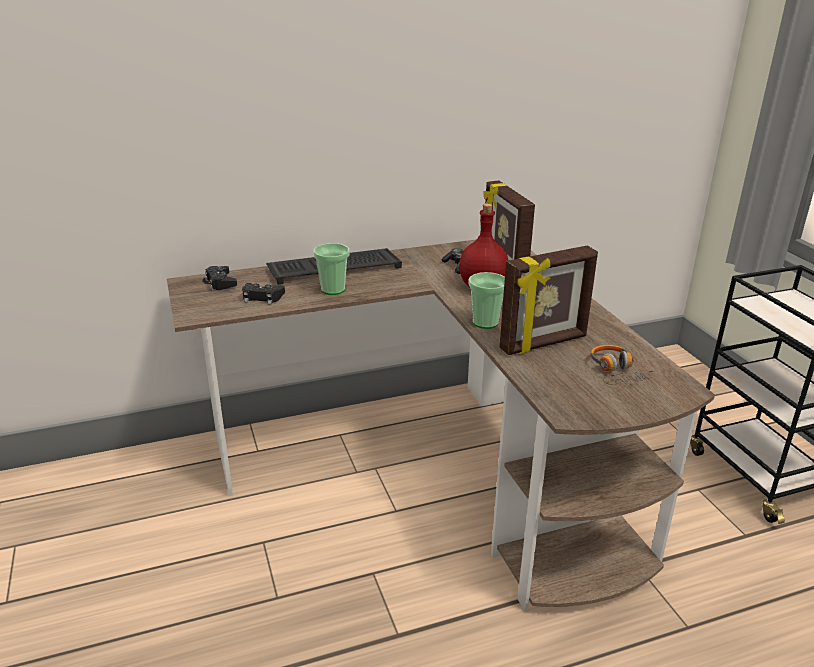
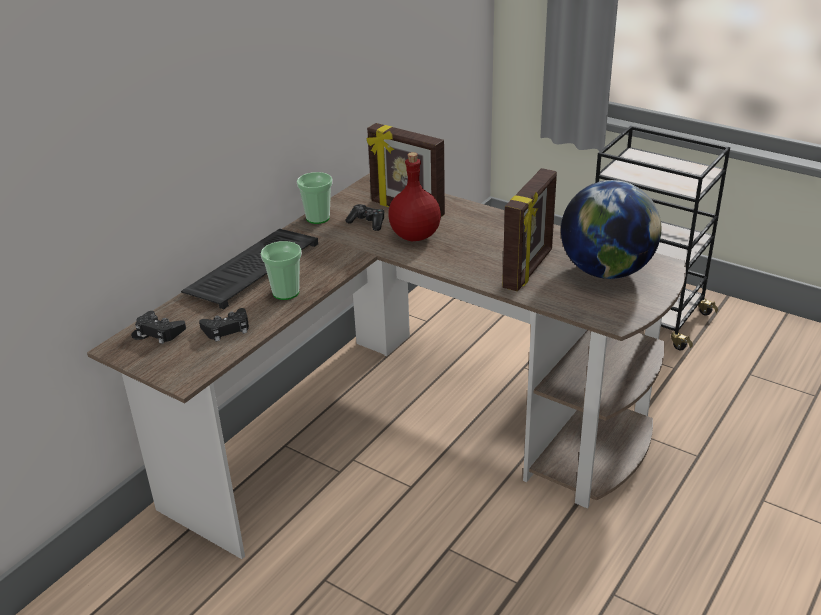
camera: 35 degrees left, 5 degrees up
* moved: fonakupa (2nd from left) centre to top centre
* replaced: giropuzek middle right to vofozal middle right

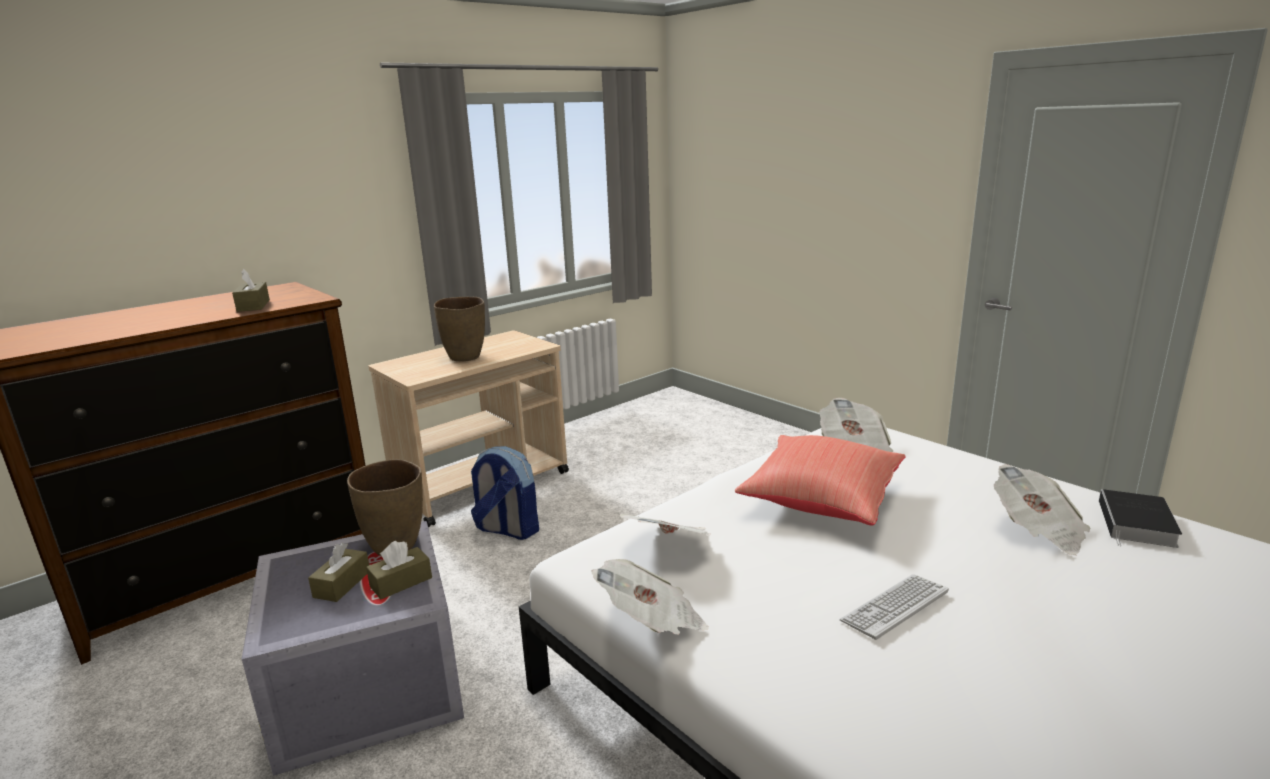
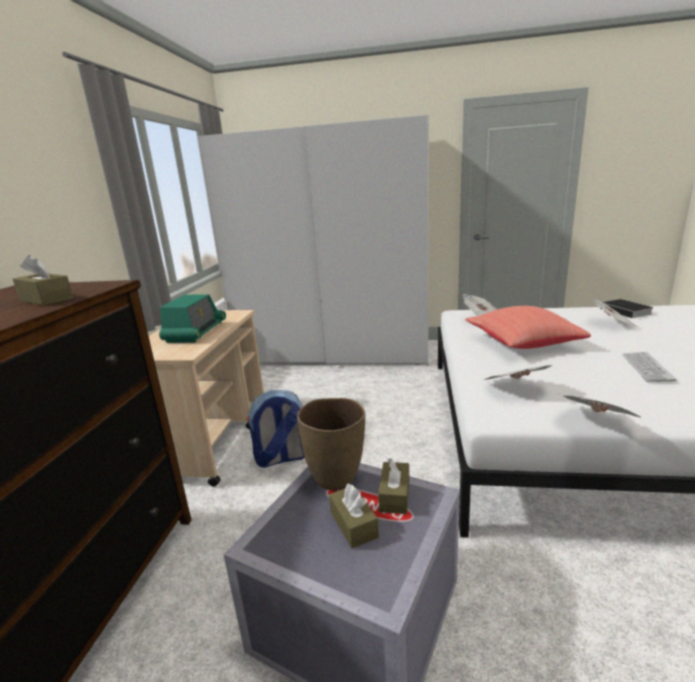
camera: 40 degrees left, 0 degrees up
* replaced: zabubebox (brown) (2nd from left) centre to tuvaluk middle left
* added: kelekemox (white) centre

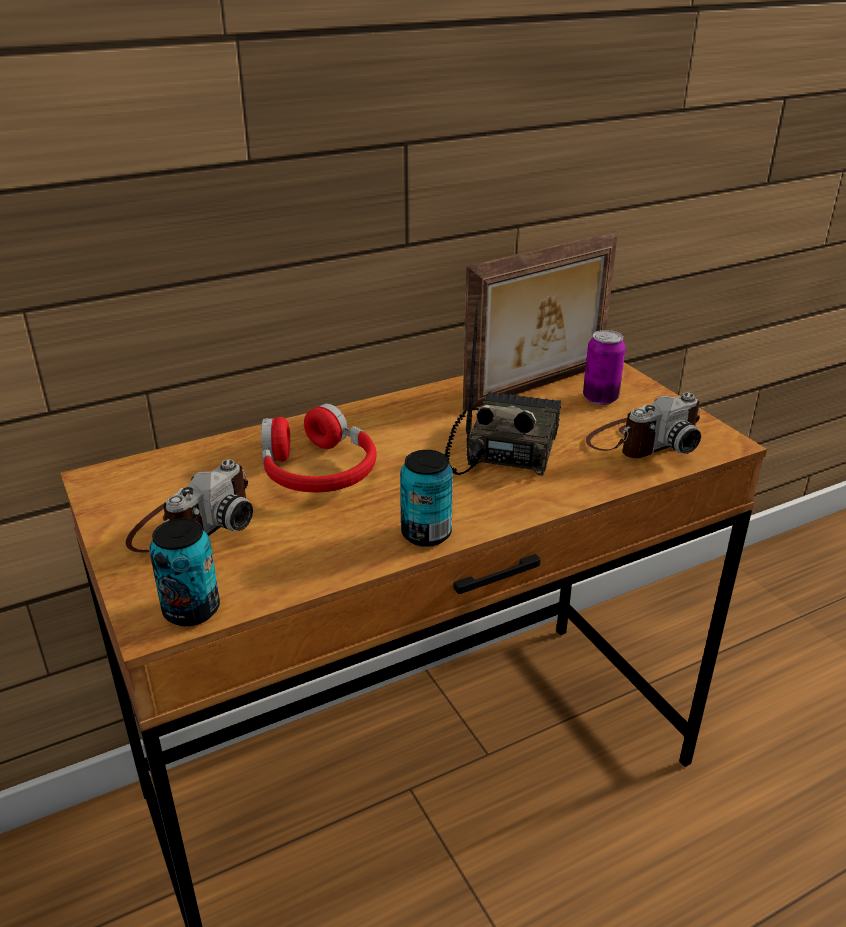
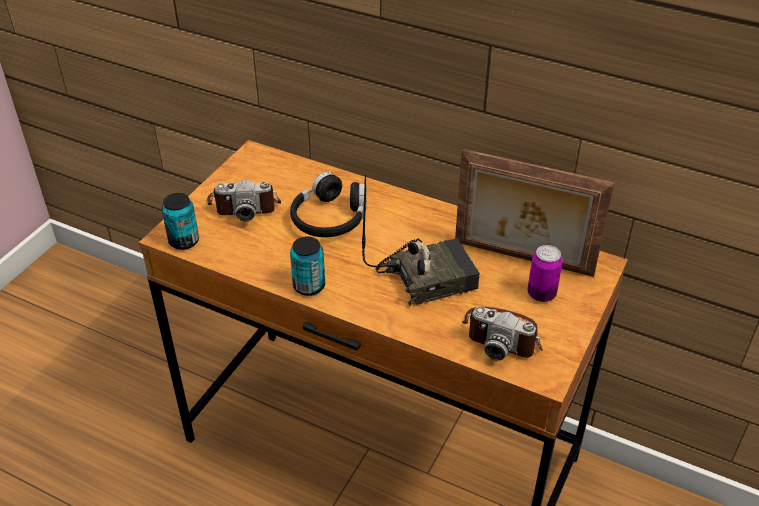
camera: 55 degrees right, 10 degrees up
* recoloured: giropuzek (red) centre to giropuzek (black) centre

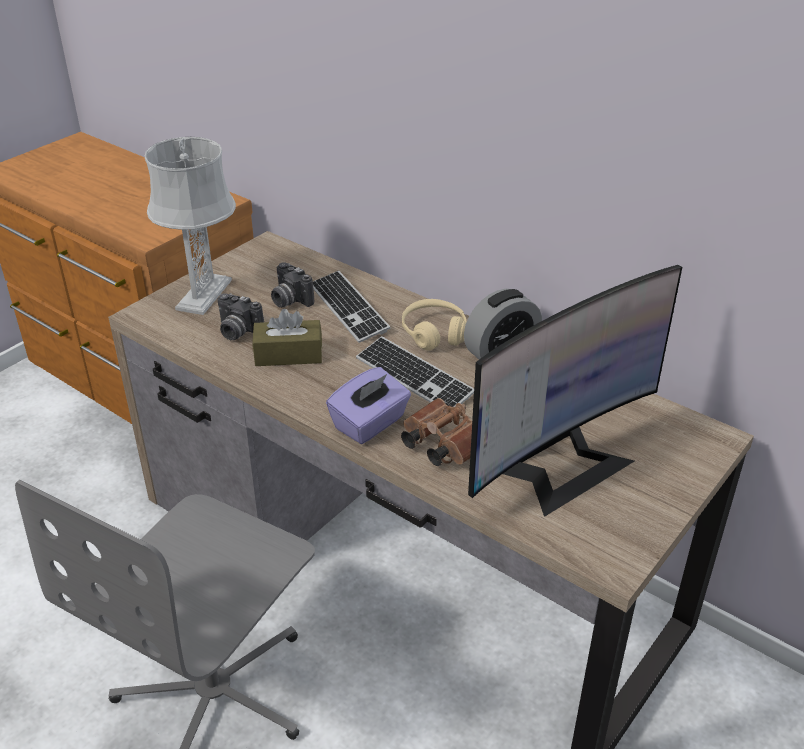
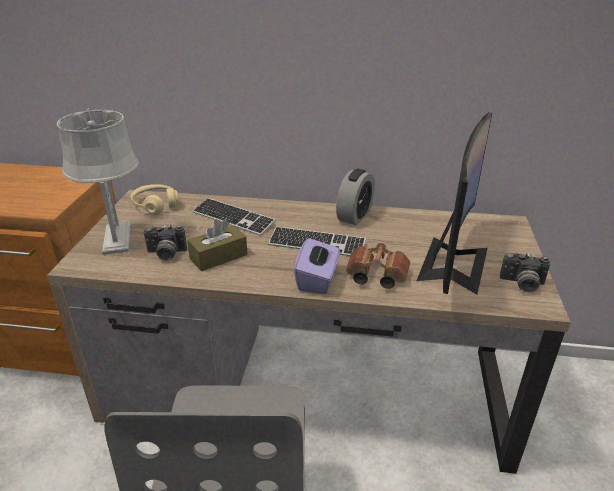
camera: 30 degrees left, 5 degrees down
* moved: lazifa (2nd from left) centre to middle right
* moved: giropuzek (beige) centre to middle left

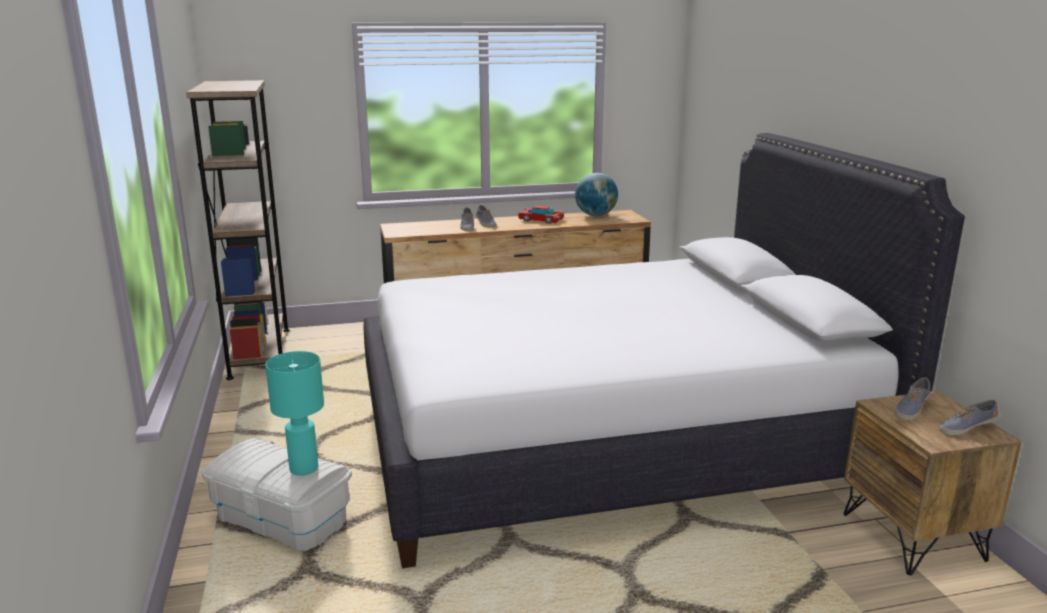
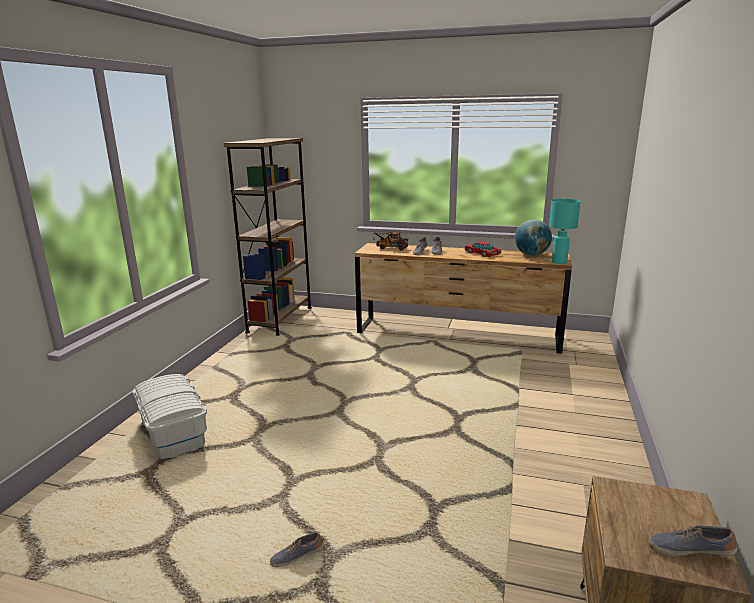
camera: 30 degrees right, 0 degrees up
* moved: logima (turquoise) bottom left to middle right
* removed: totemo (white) centre
* moved: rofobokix (3rd from left in the first image) middle right to rofobokix (1st from left) bottom centre
* added: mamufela centre

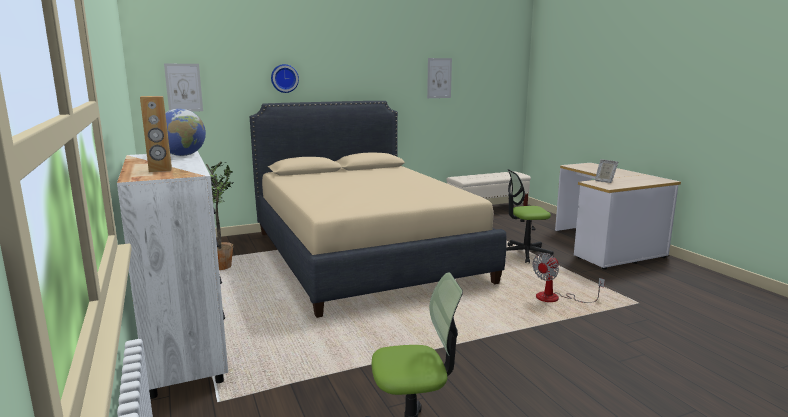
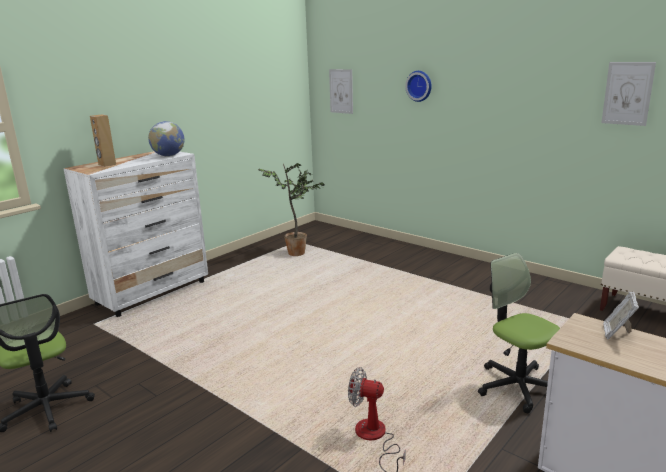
camera: 65 degrees right, 5 degrees up
* removed: totemo (beige) centre

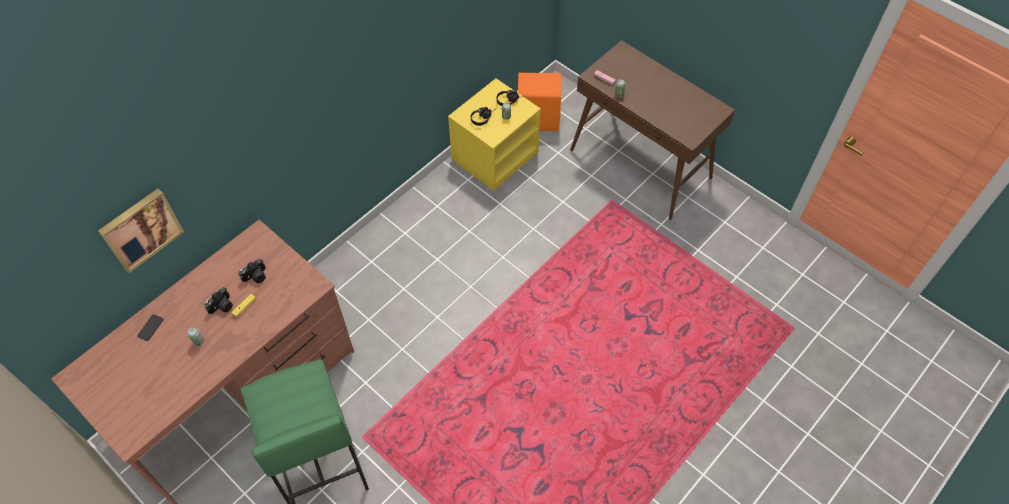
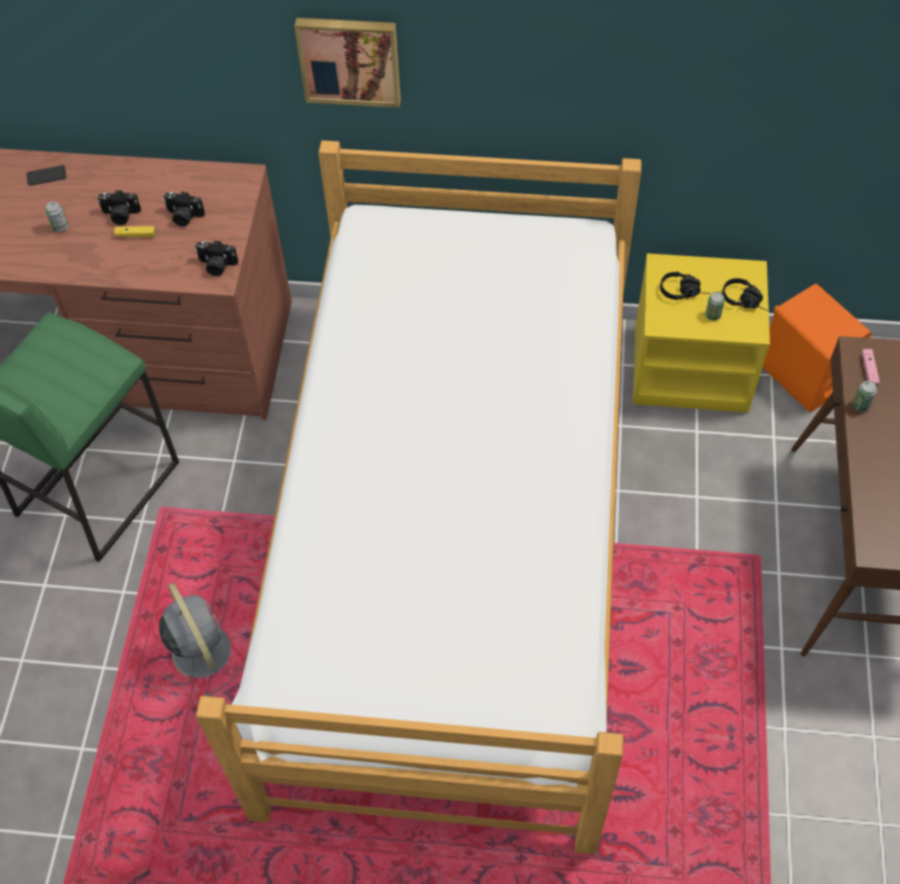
camera: 55 degrees right, 0 degrees up
* moved: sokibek middle left to top centre
* added: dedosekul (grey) bottom left
* added: lazifa (3rd from left) top left
* added: totemo centre

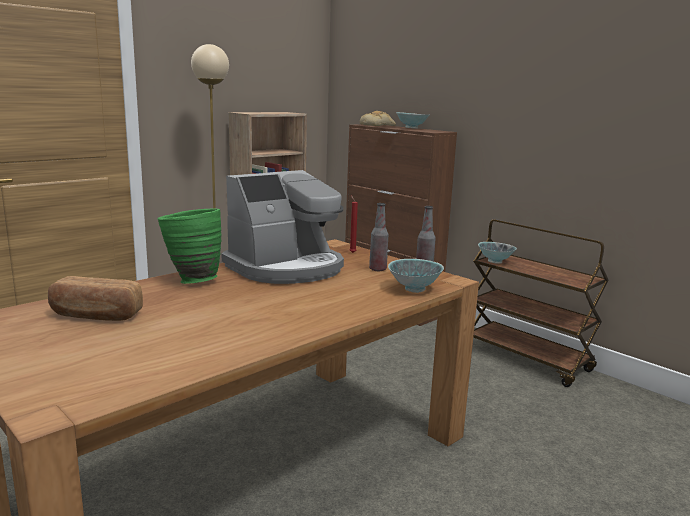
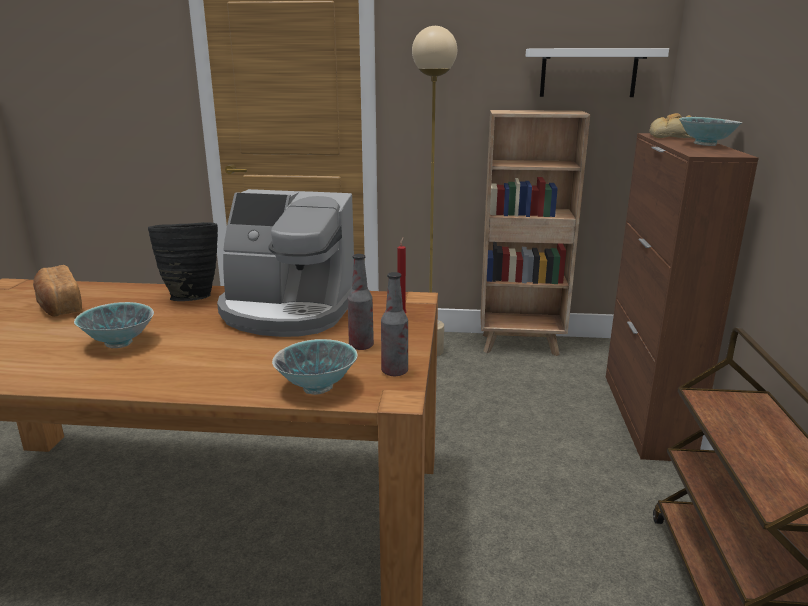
camera: 50 degrees right, 5 degrees up
* recoloured: zabubebox (green) middle left to zabubebox (black) middle left
* moved: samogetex (3rd from left in the first image) middle right to samogetex (1st from left) middle left
* added: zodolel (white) top right

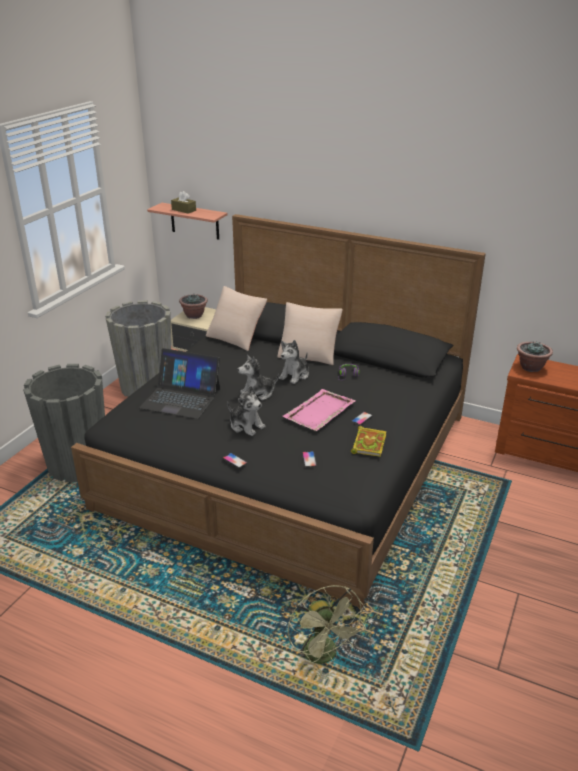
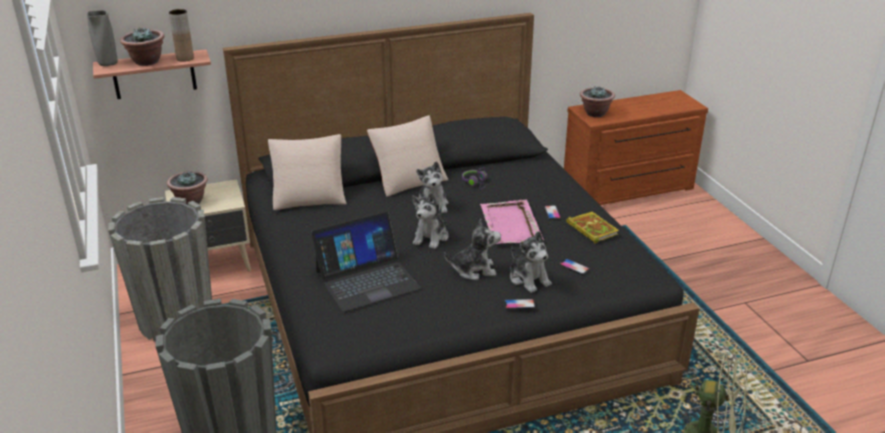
camera: 45 degrees left, 0 degrees up
* replaced: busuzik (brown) top left to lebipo (1st from left) top left
* added: zabubebox (grey) top left
* added: zabubebox (brown) top left
* added: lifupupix (4th from left) centre

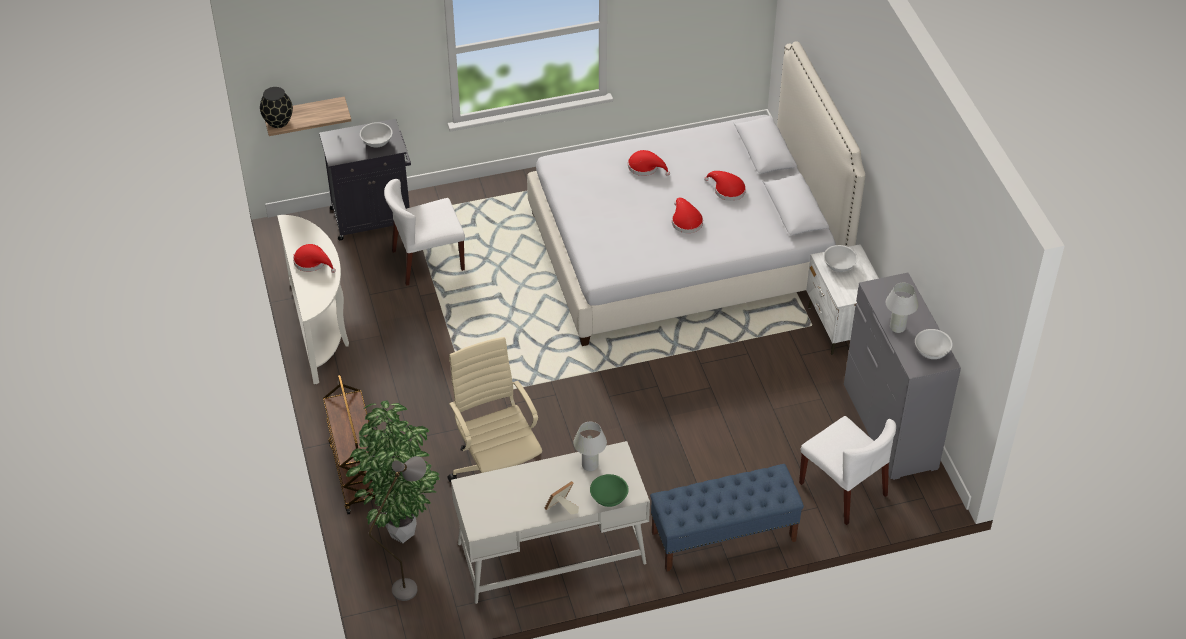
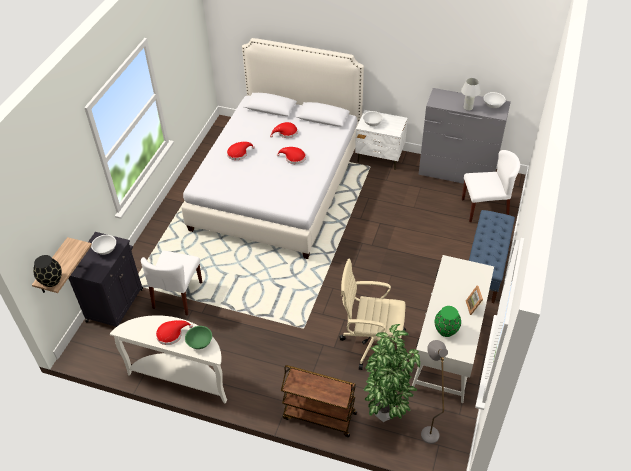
camera: 55 degrees left, 0 degrees up
* removed: logima (white) (1st from left) bottom centre
* moved: samogetex (green) bottom centre to bottom left
* added: zabubebox (green) bottom right

